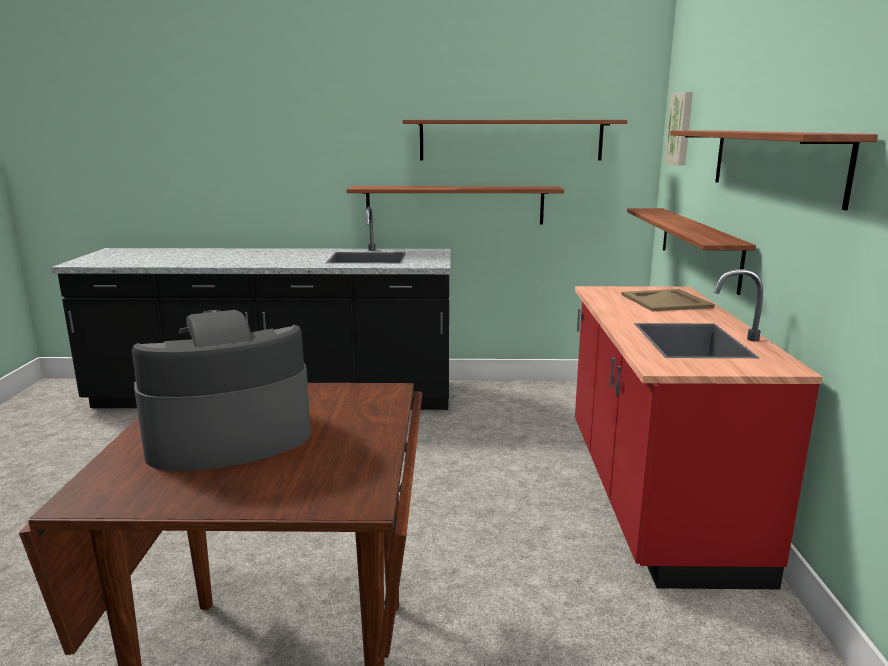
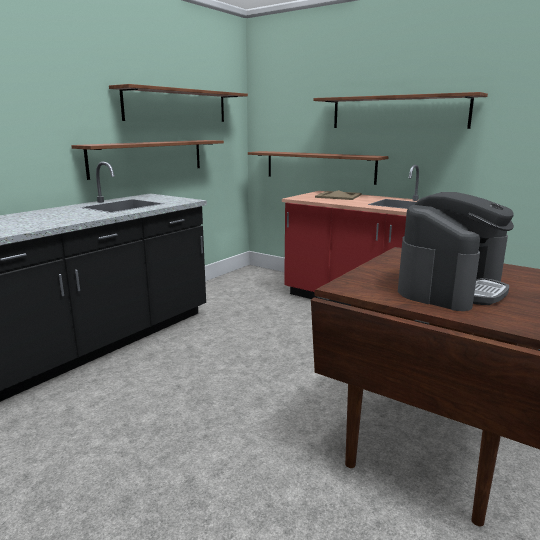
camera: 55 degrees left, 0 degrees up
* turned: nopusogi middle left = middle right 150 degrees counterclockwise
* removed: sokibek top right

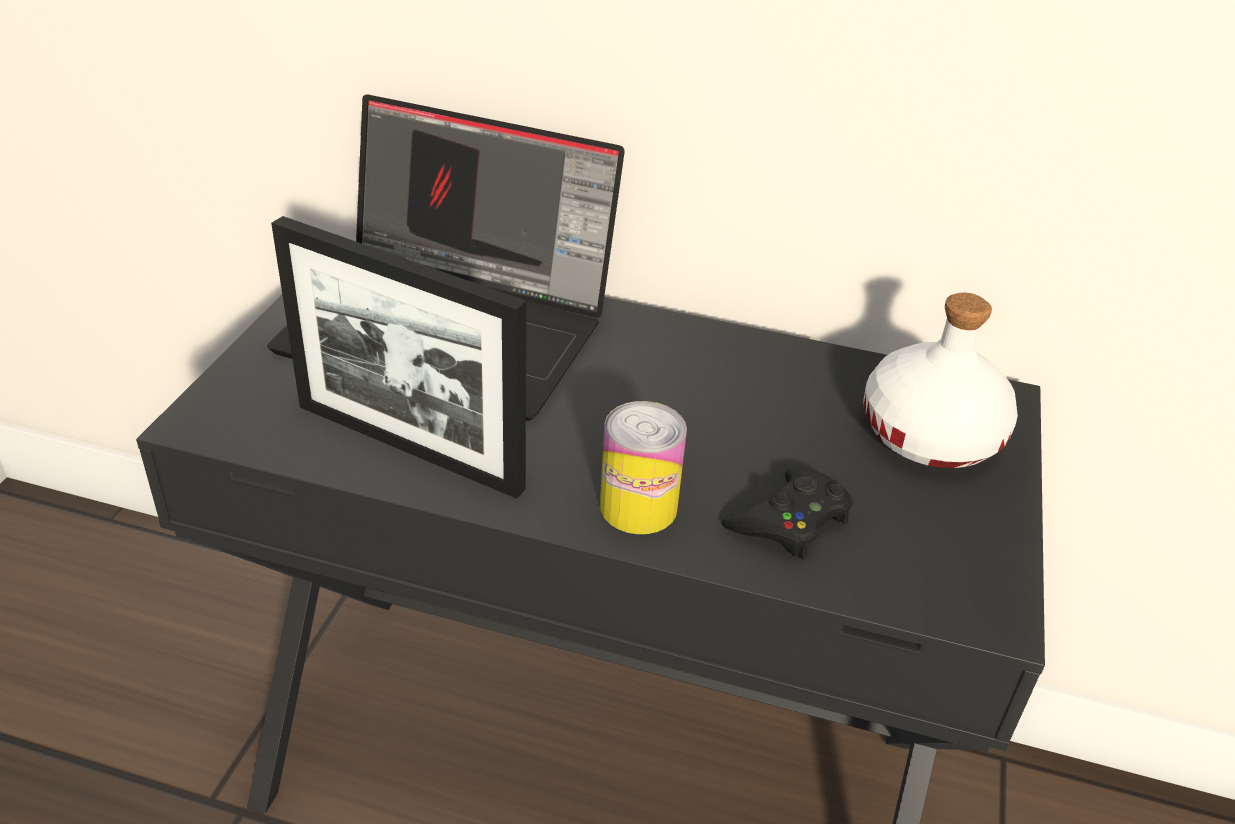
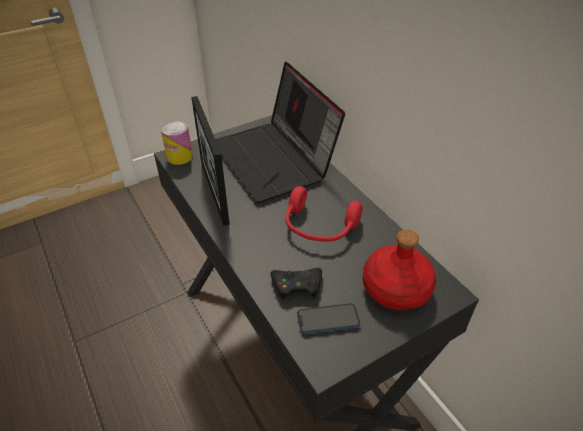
camera: 45 degrees right, 5 degrees up
* moved: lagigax centre to top left
* recoloured: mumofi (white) middle right to mumofi (red) middle right
* added: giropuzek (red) centre
* added: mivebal bottom centre

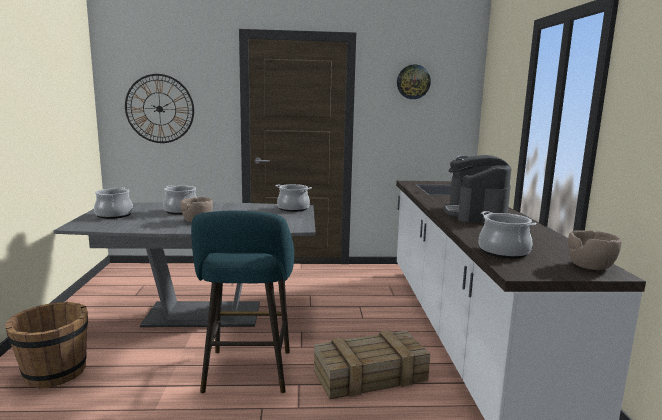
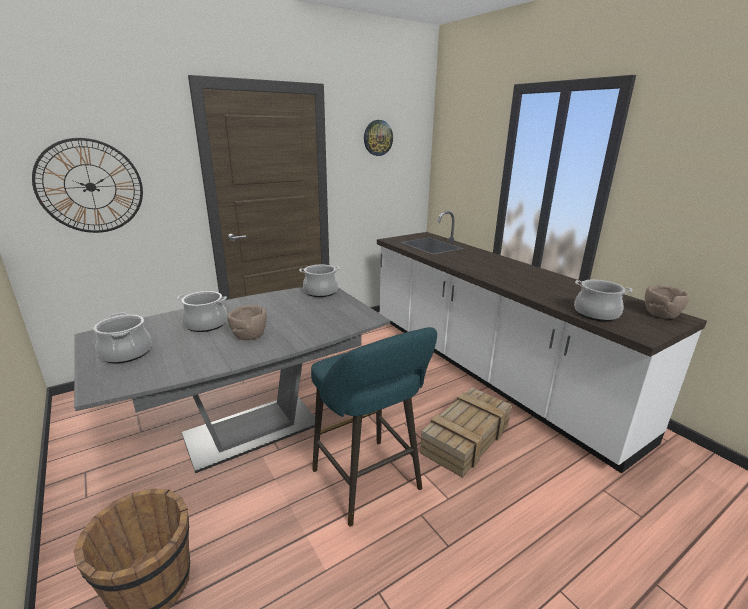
camera: 30 degrees left, 10 degrees up
* removed: nopusogi middle right

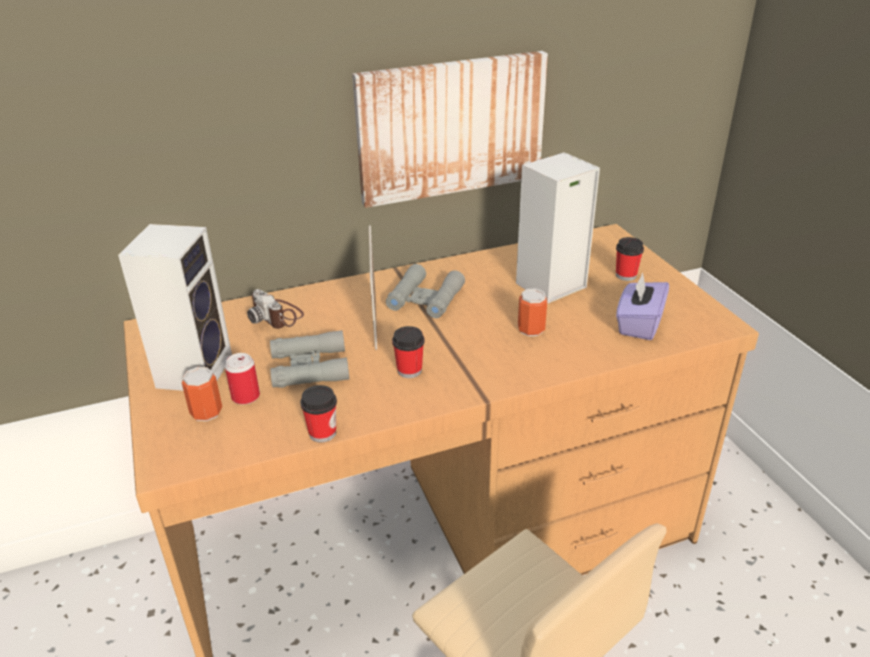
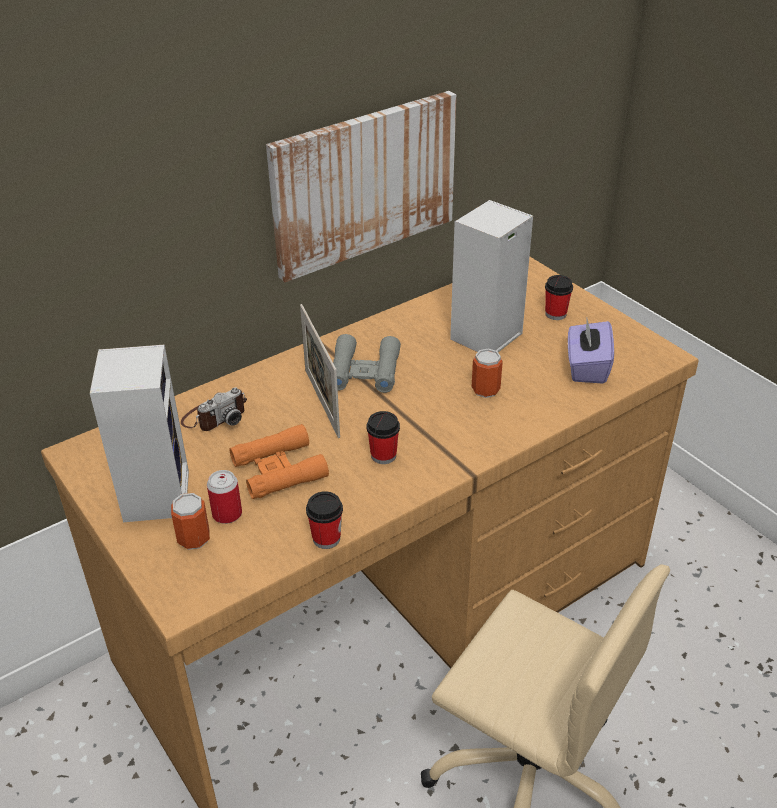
camera: 15 degrees left, 5 degrees up
* turned: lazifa middle left = middle left 75 degrees counterclockwise
* recoloured: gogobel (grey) (1st from left) centre to gogobel (orange) centre

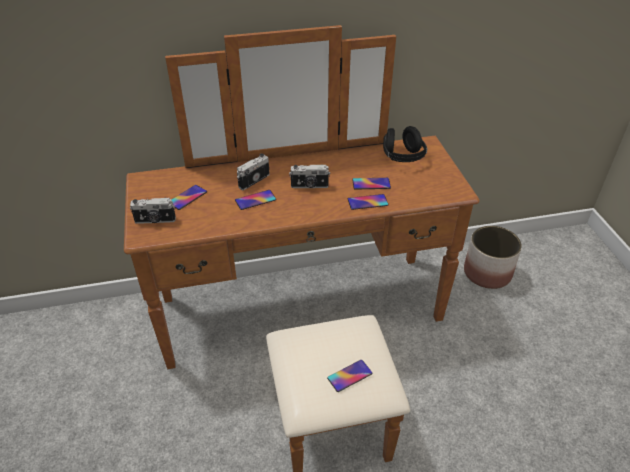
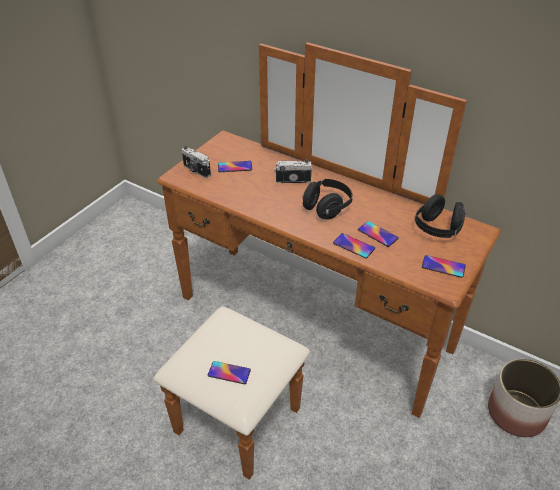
camera: 45 degrees right, 0 degrees up
* moved: mivebal (2nd from left in the first image) centre to mivebal (5th from left) middle right
* replaced: lazifa (3rd from left) centre to giropuzek (black) (1st from left) centre

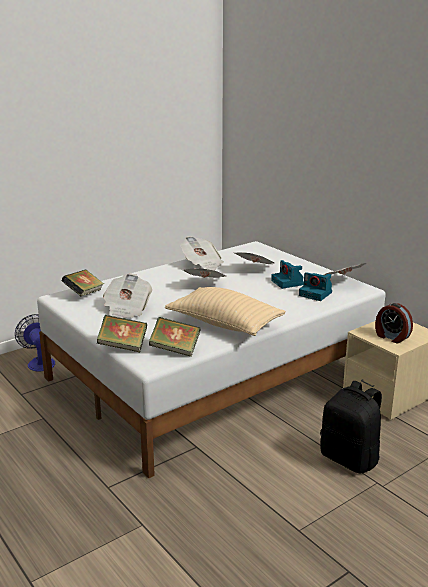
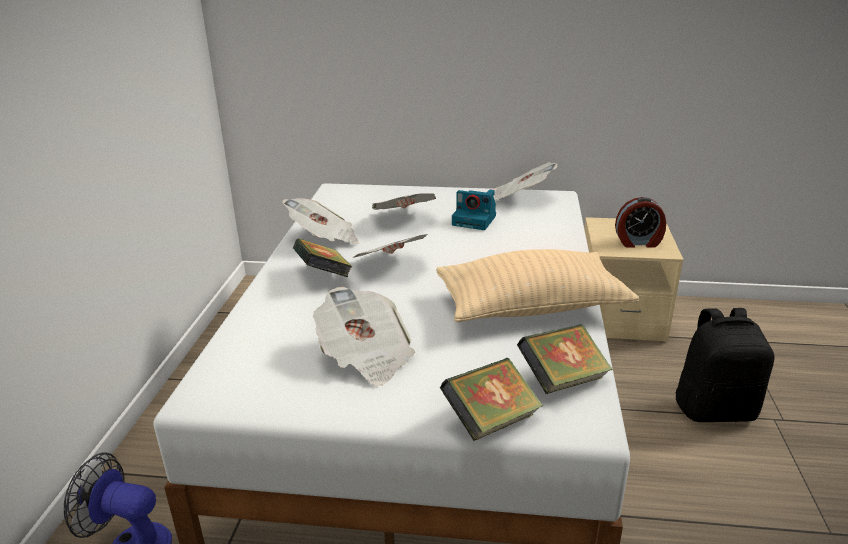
camera: 45 degrees left, 5 degrees up
* moved: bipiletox (1st from left) middle left to centre
* removed: lazifa (2nd from left) middle right

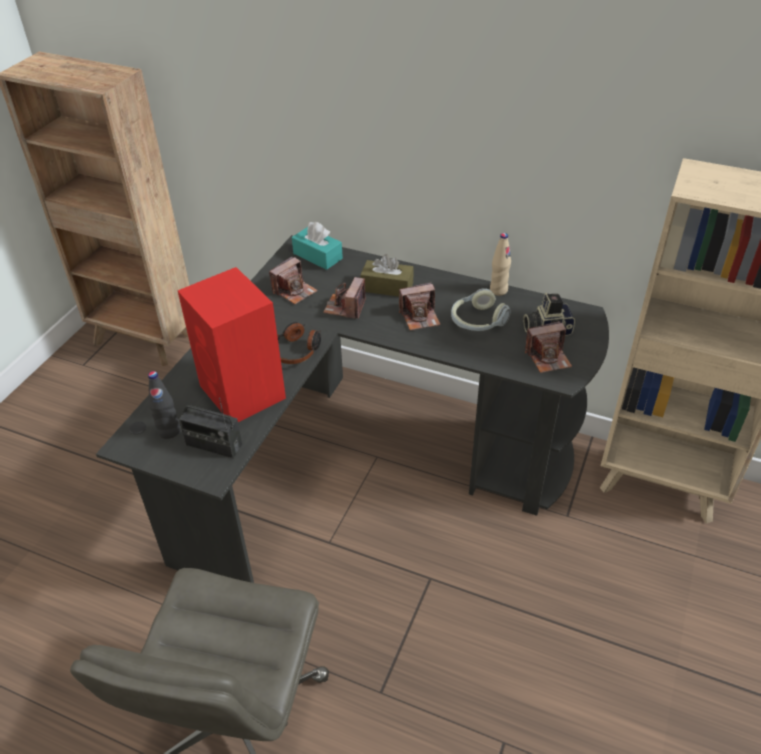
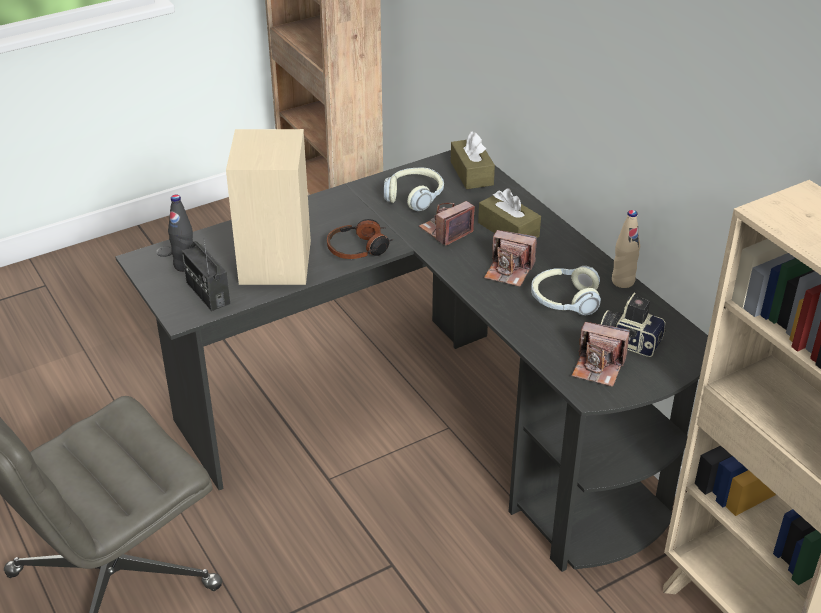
camera: 35 degrees right, 5 degrees down
* recoloured: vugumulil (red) middle left to vugumulil (beige) middle left
* replaced: lazifa (1st from left) centre to giropuzek (2nd from left) top centre
* recoloured: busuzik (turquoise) top centre to busuzik (brown) (1st from left) top centre

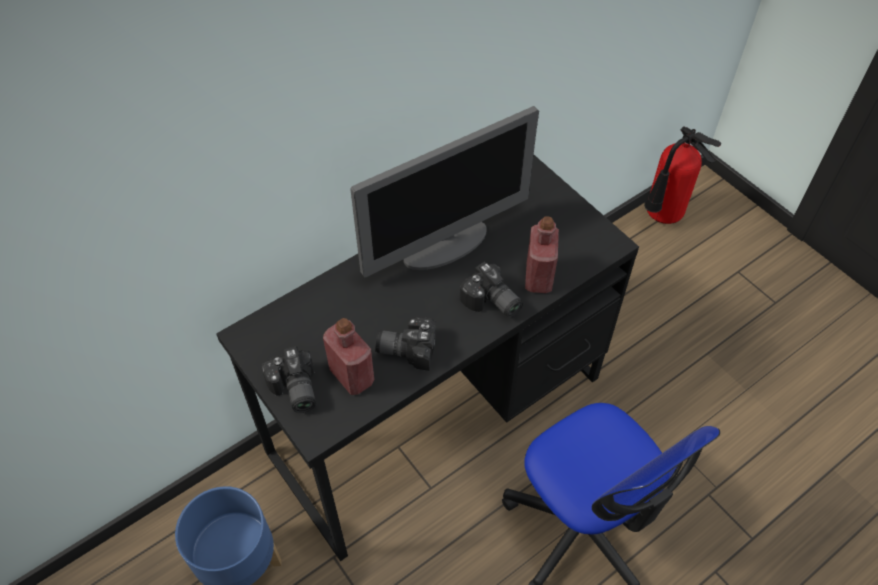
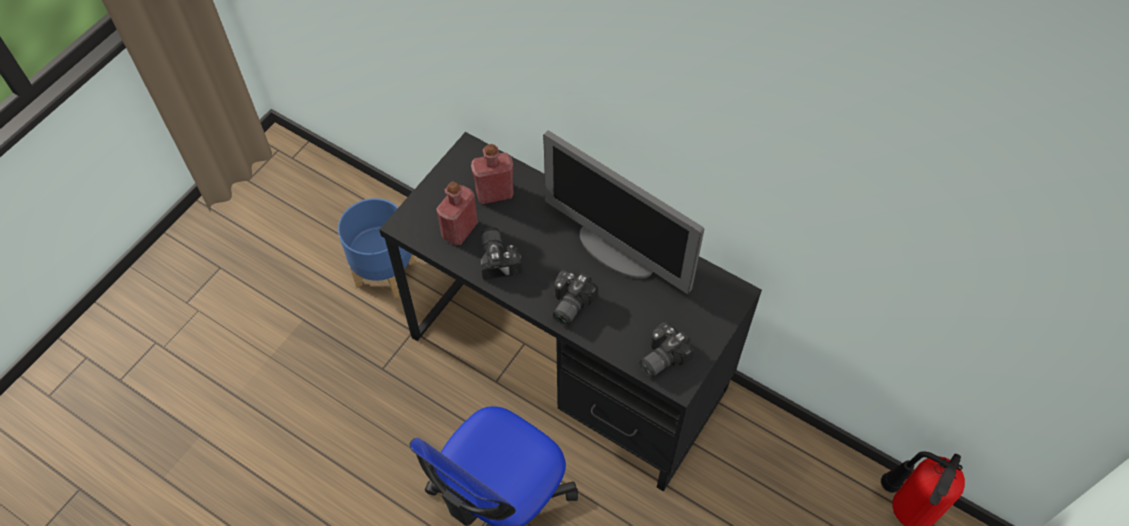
camera: 70 degrees right, 5 degrees up
* moved: lazifa (1st from left in the first image) middle left to lazifa (3rd from left) centre
* moved: mumofi (red) (2nd from left) centre to top centre

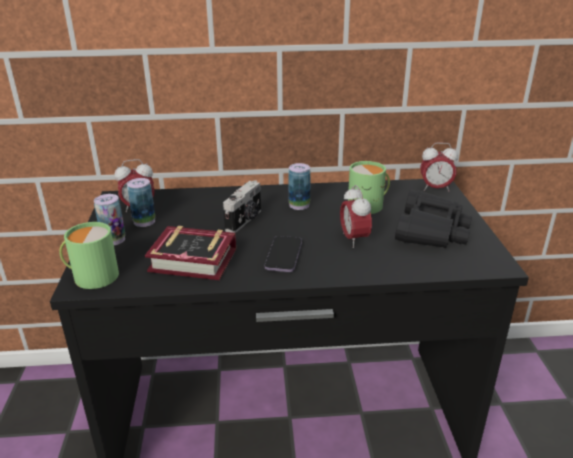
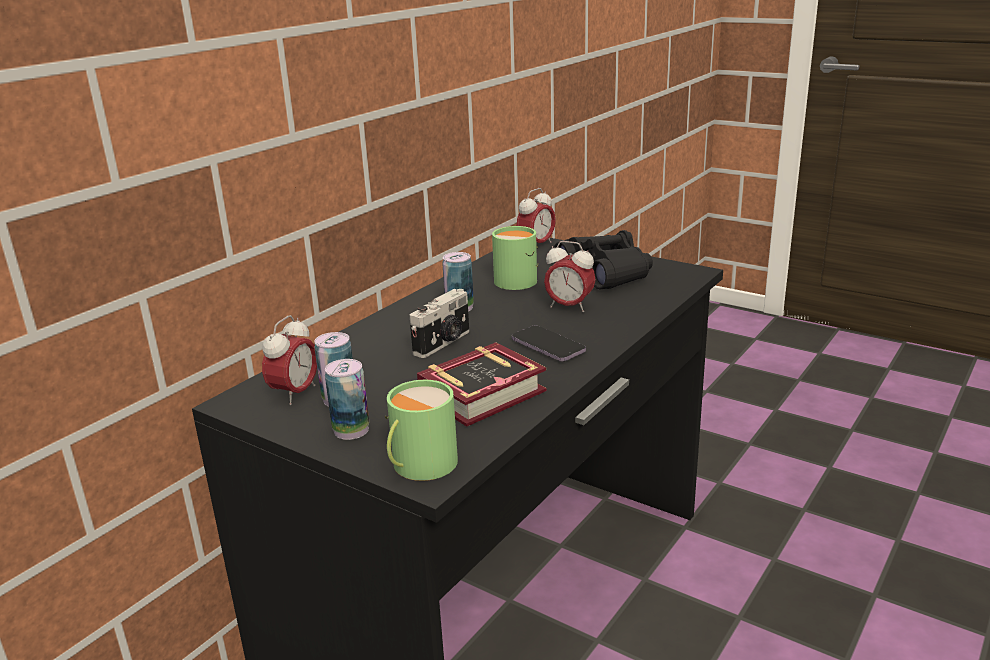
camera: 50 degrees left, 5 degrees down
* turned: lazifa centre = centre 60 degrees clockwise

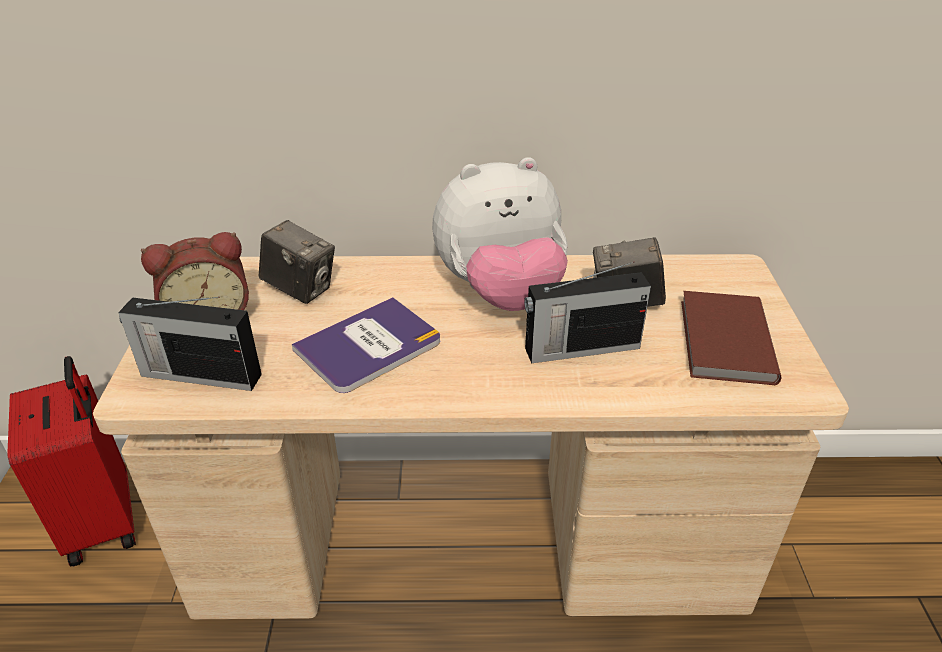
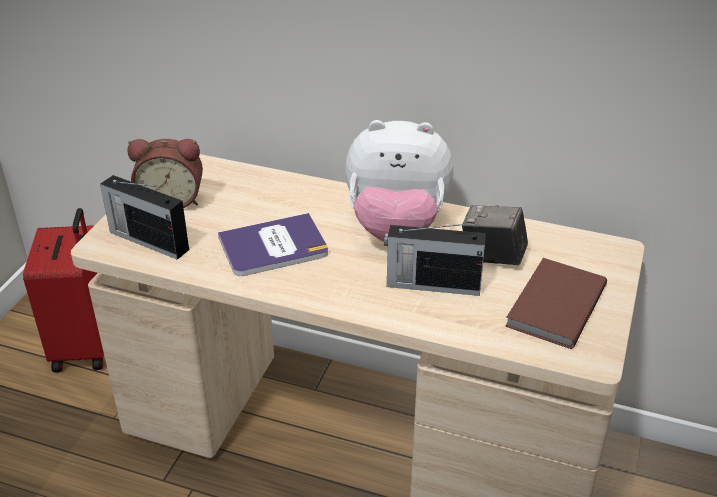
camera: 20 degrees right, 0 degrees up
* removed: lazifa (1st from left) middle left

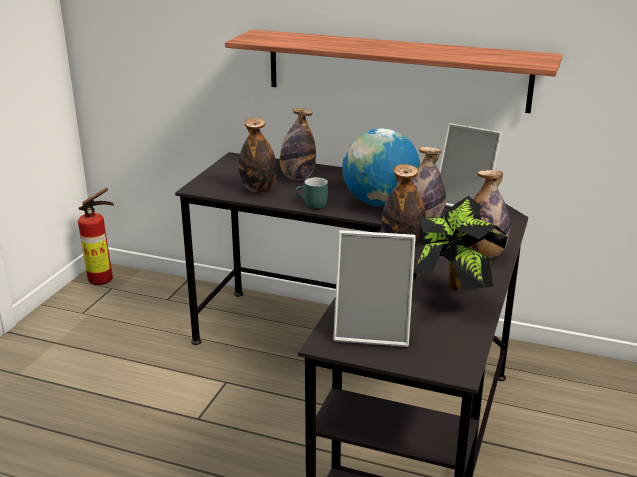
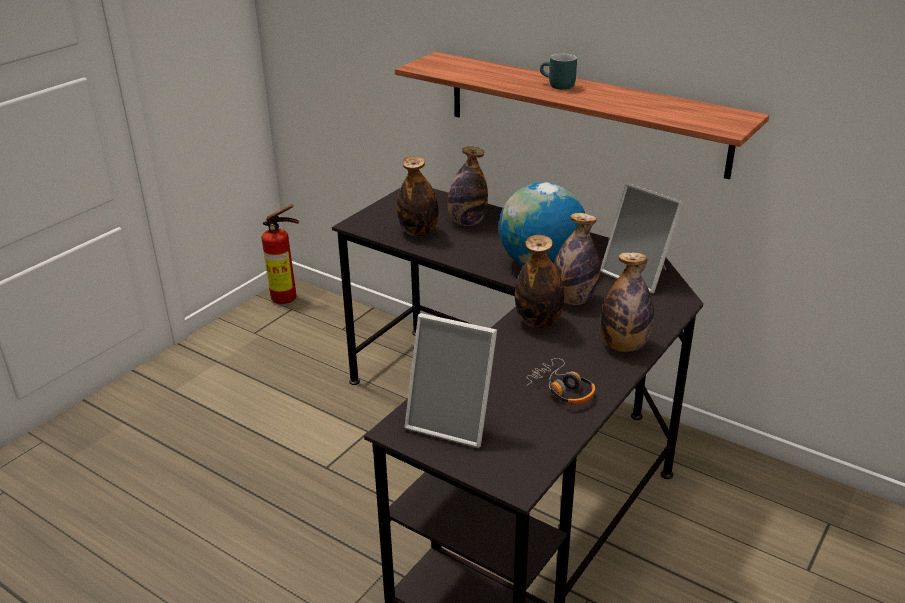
camera: 15 degrees right, 5 degrees up
* moved: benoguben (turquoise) centre to top centre
* replaced: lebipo middle right to giropuzek centre

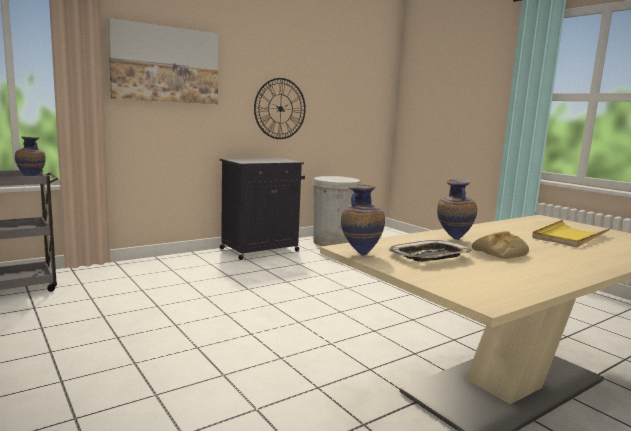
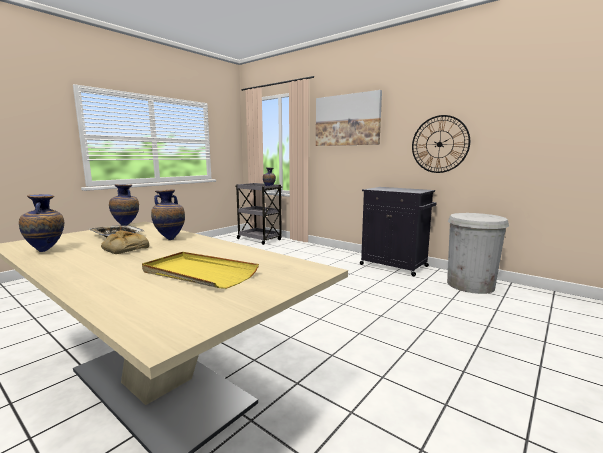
camera: 75 degrees right, 0 degrees up
* added: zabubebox (1st from left) middle left

